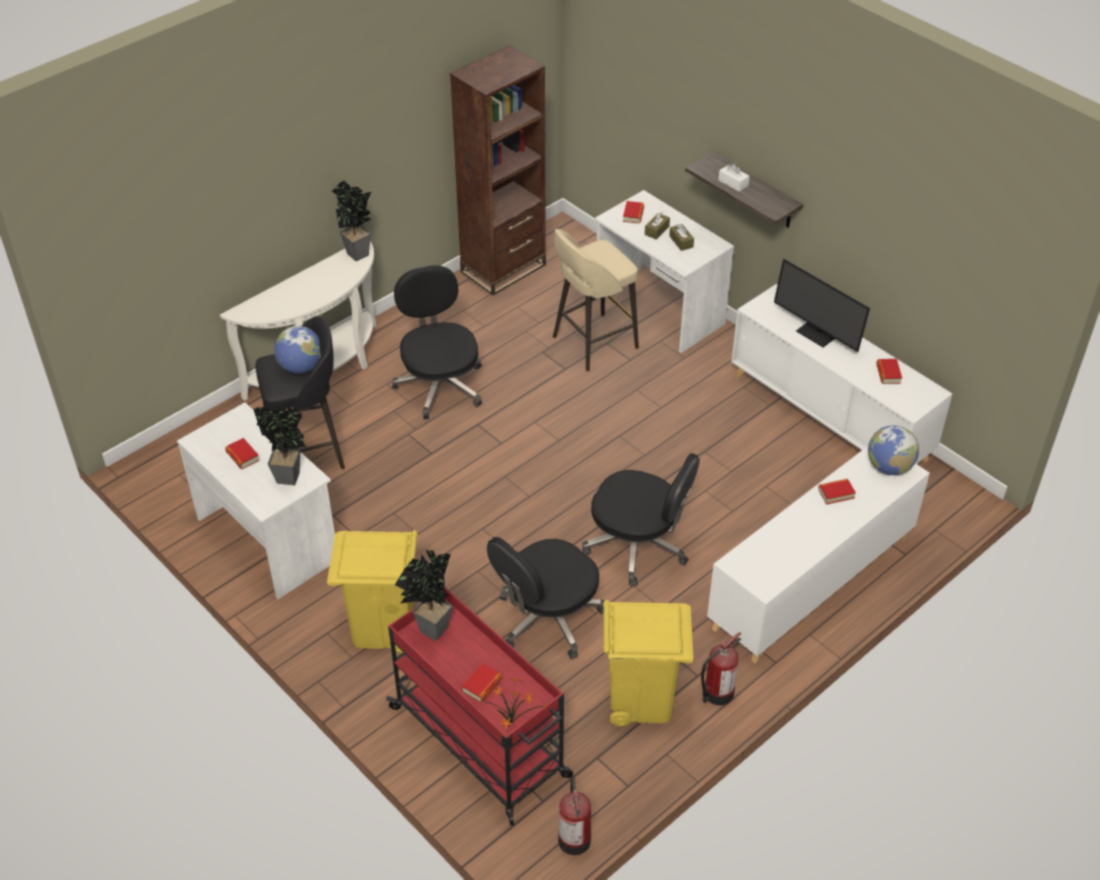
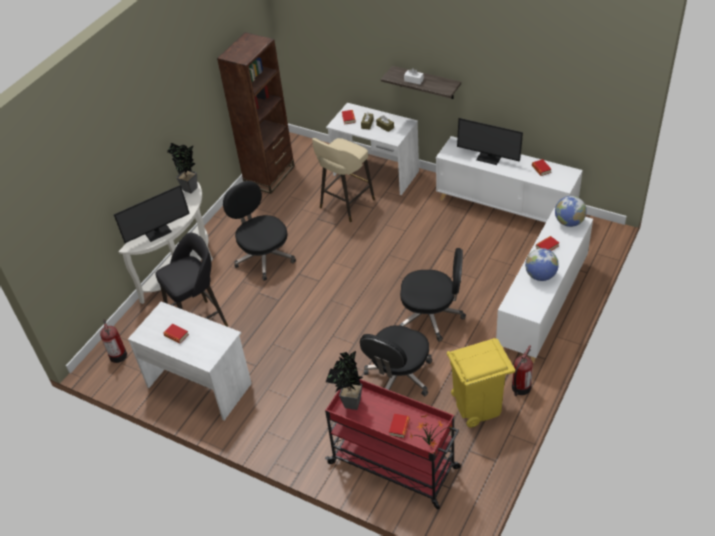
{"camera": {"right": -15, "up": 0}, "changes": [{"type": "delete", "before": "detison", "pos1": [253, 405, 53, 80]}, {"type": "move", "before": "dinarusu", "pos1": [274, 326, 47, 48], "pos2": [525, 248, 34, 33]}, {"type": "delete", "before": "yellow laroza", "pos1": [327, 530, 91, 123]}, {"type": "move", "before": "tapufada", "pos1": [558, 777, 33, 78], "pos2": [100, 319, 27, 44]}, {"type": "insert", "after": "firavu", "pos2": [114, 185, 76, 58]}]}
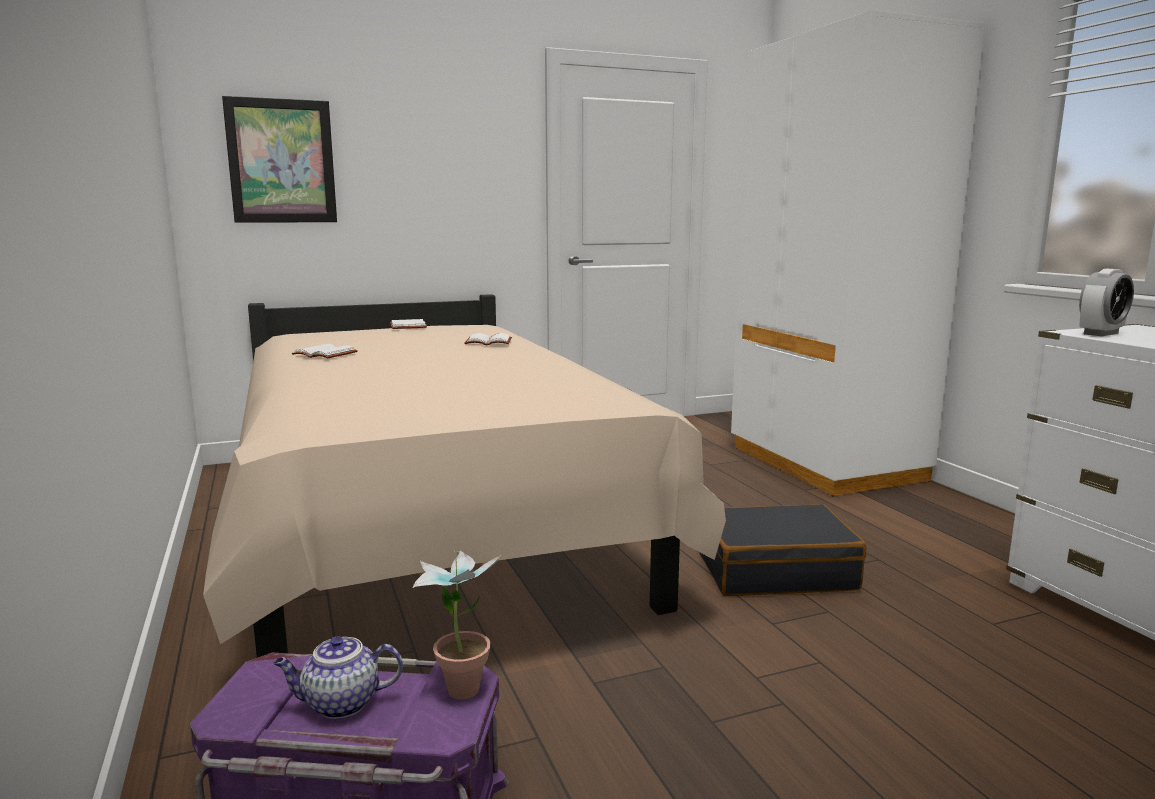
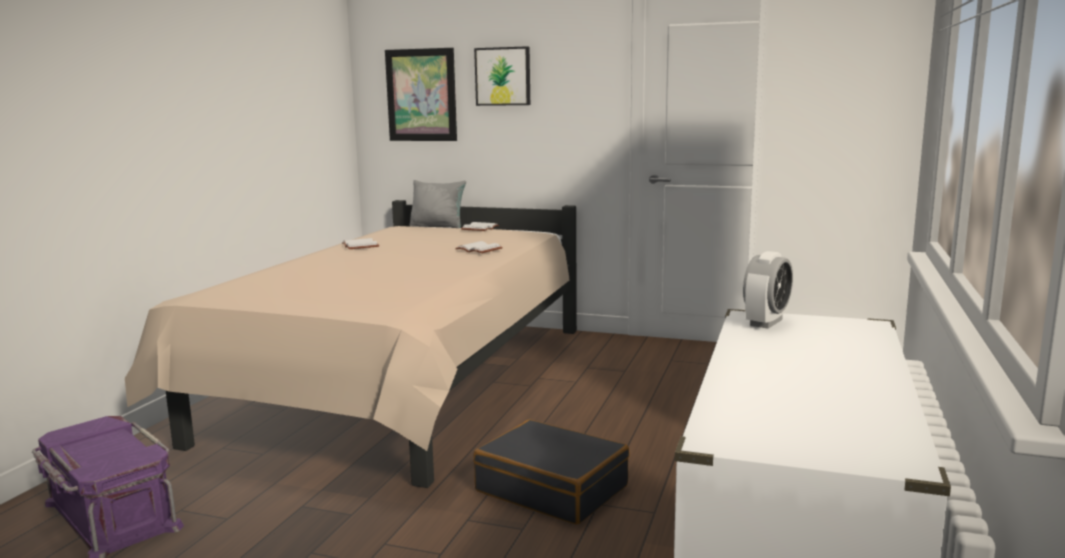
{"camera": {"right": 40, "up": 0}, "changes": [{"type": "delete", "before": "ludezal", "pos1": [273, 636, 130, 83]}, {"type": "delete", "before": "detison", "pos1": [413, 550, 87, 149]}, {"type": "rotate", "before": "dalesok", "pos1": [1079, 269, 55, 67], "pos2": [743, 251, 50, 78], "turn": -60}, {"type": "insert", "after": "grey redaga", "pos2": [410, 180, 56, 48]}, {"type": "insert", "after": "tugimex", "pos2": [474, 46, 56, 60]}]}
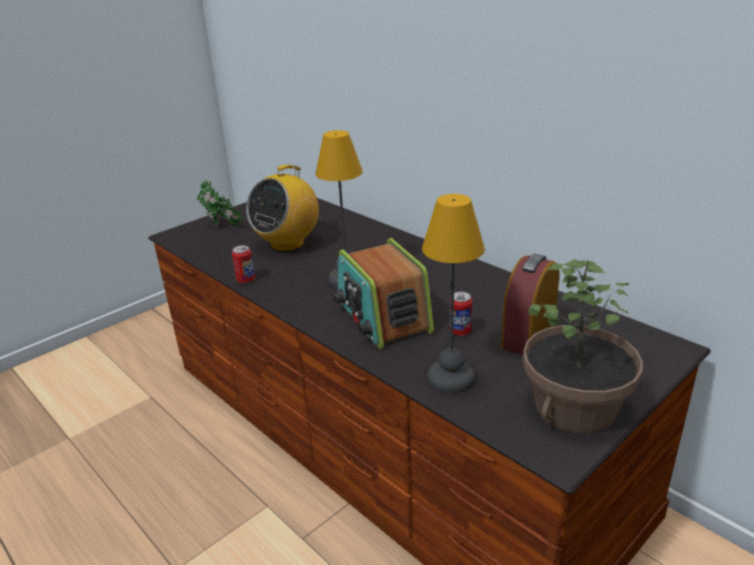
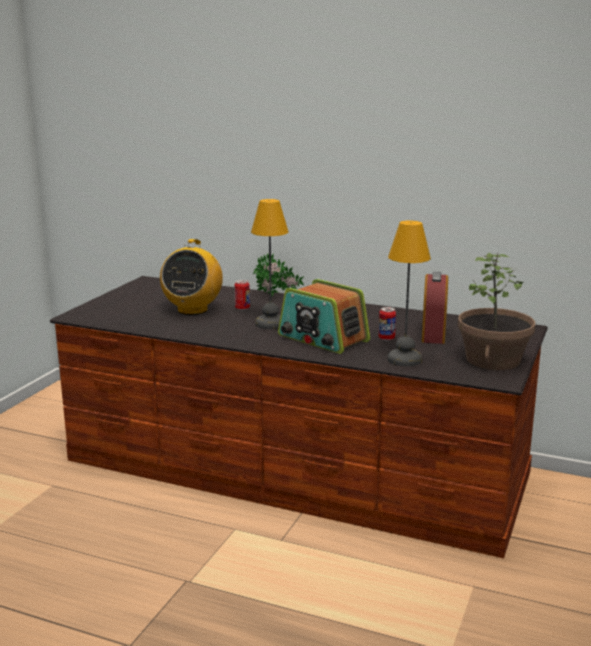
{"camera": {"right": -25, "up": -10}, "changes": [{"type": "move", "before": "detison", "pos1": [197, 179, 46, 48], "pos2": [253, 253, 51, 44]}, {"type": "move", "before": "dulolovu", "pos1": [232, 245, 23, 38], "pos2": [234, 280, 16, 30]}]}
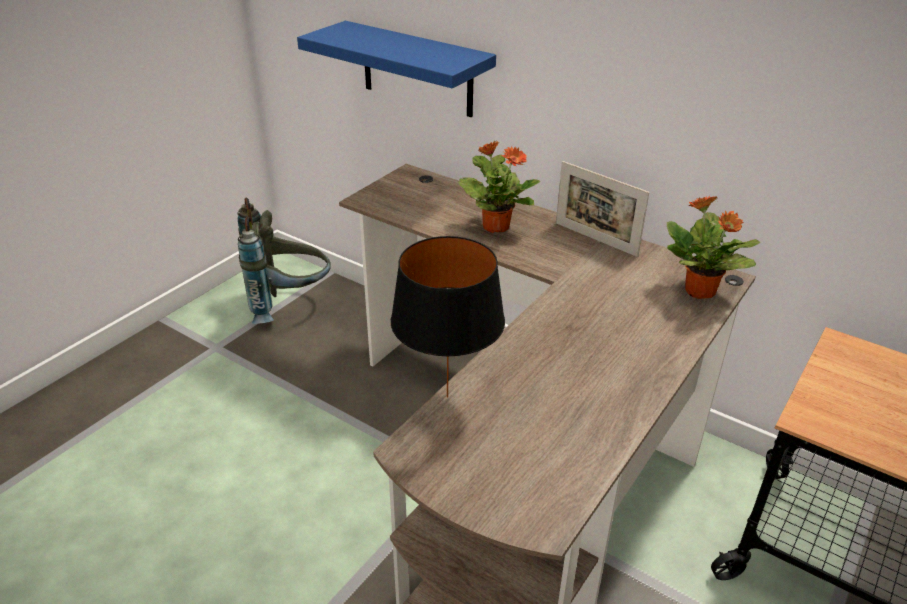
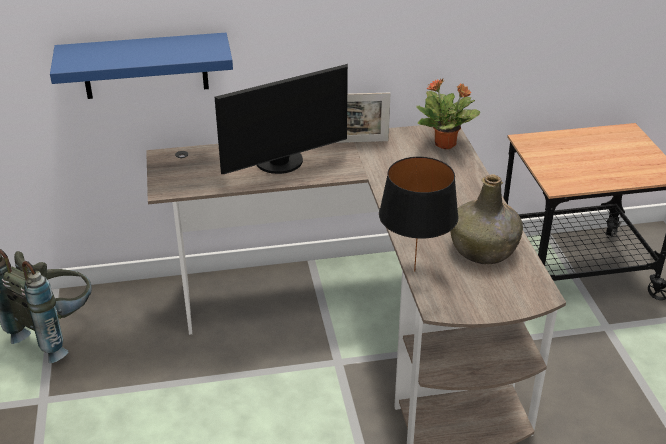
{"camera": {"right": -45, "up": 0}, "changes": [{"type": "replace", "before": "detison", "after": "firavu", "pos1": [458, 141, 82, 92], "pos2": [215, 64, 133, 110]}, {"type": "insert", "after": "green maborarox", "pos2": [450, 175, 73, 89]}]}
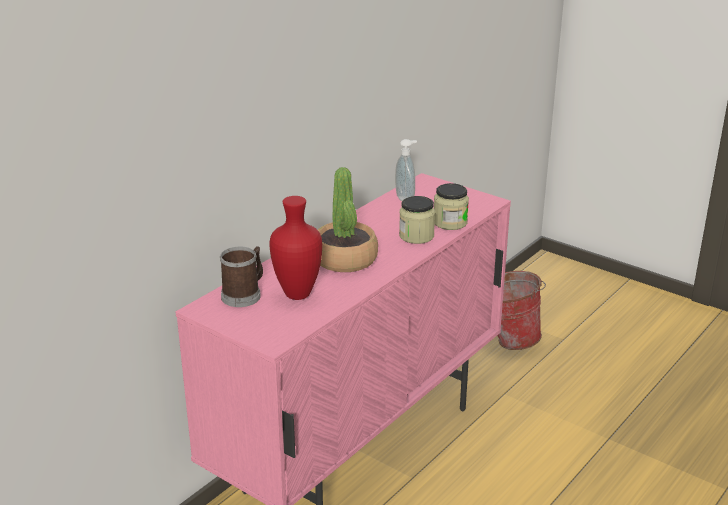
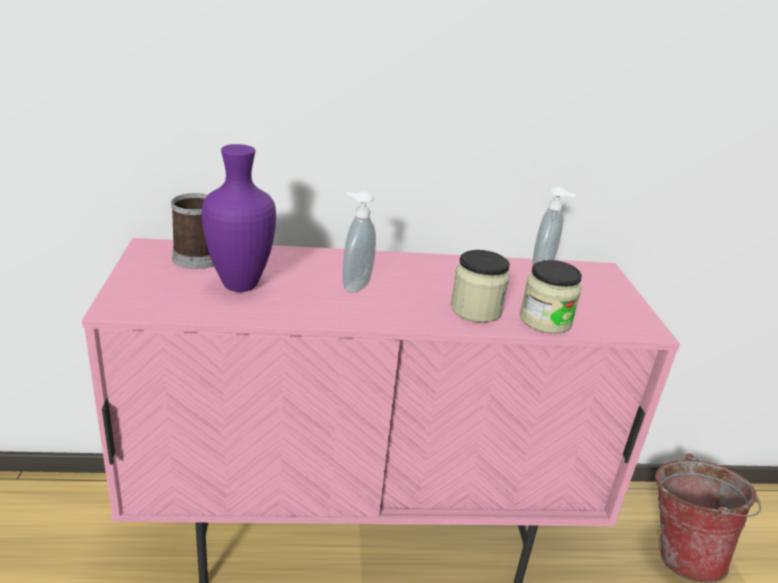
{"camera": {"right": 45, "up": 0}, "changes": [{"type": "recolor", "before": "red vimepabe", "after": "purple vimepabe", "pos1": [270, 196, 52, 104], "pos2": [202, 144, 74, 148]}, {"type": "replace", "before": "detison", "after": "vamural", "pos1": [318, 167, 60, 105], "pos2": [342, 191, 34, 102]}]}
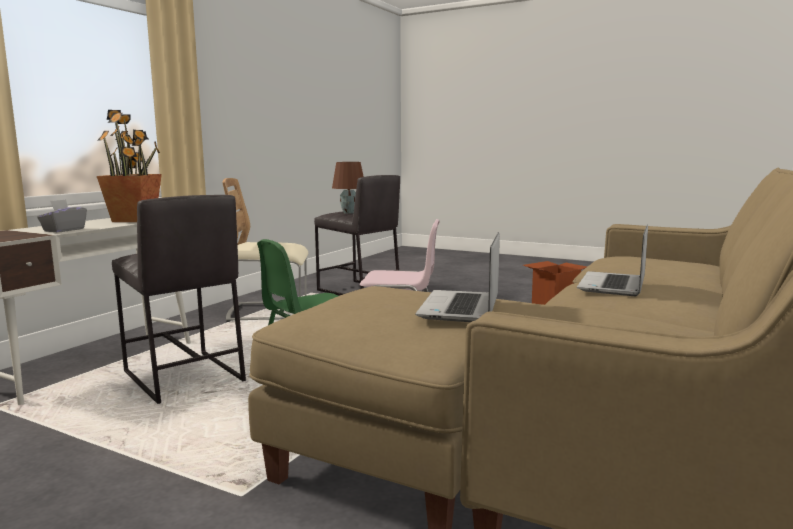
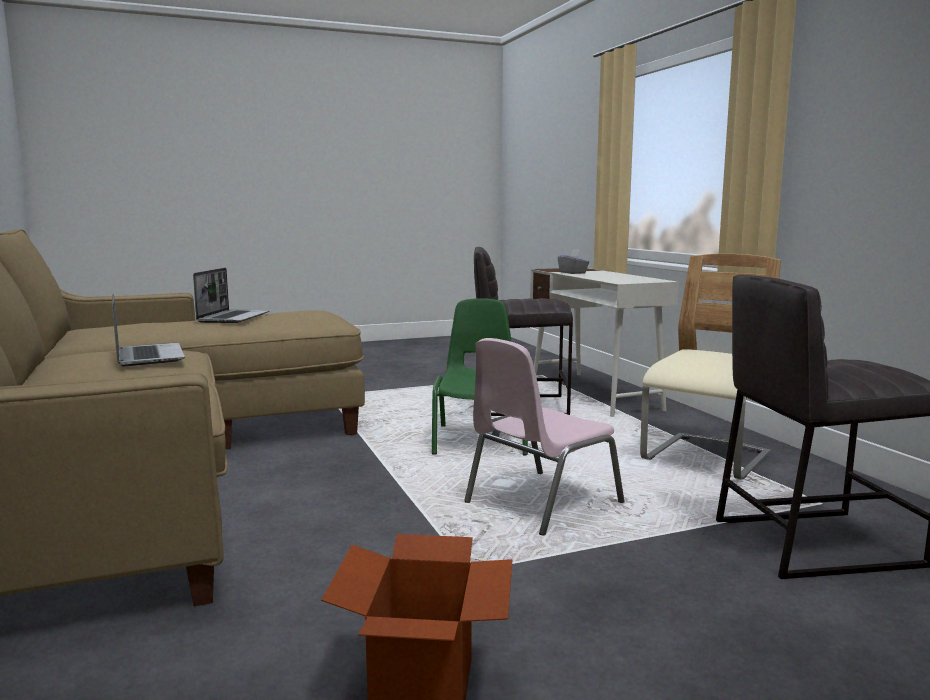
{"camera": {"right": 130, "up": 0}, "changes": [{"type": "delete", "before": "detison", "pos1": [97, 110, 65, 112]}, {"type": "delete", "before": "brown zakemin", "pos1": [332, 162, 32, 52]}, {"type": "rotate", "before": "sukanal", "pos1": [416, 232, 84, 90], "pos2": [193, 268, 76, 55], "turn": 45}]}
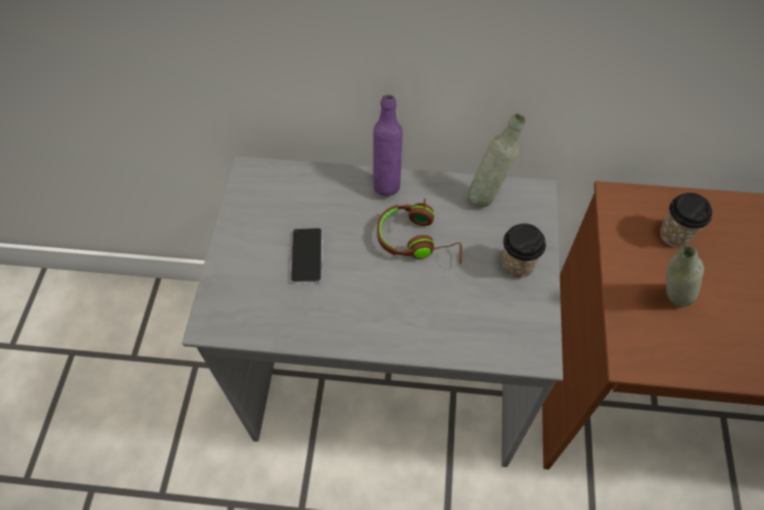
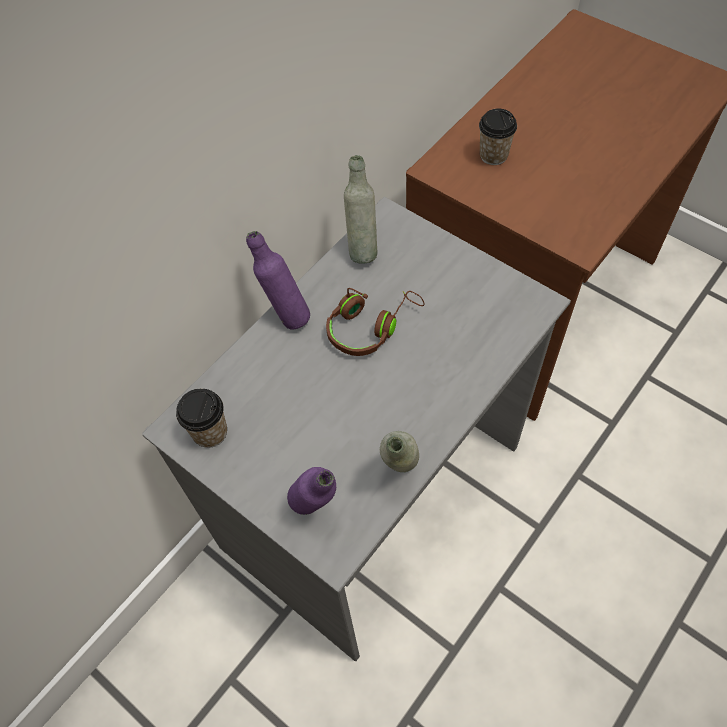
{"camera": {"right": -55, "up": 0}, "changes": [{"type": "delete", "before": "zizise", "pos1": [290, 228, 33, 56]}, {"type": "move", "before": "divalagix", "pos1": [502, 224, 44, 54], "pos2": [176, 389, 51, 59]}, {"type": "move", "before": "grey maborarox", "pos1": [666, 246, 38, 61], "pos2": [380, 431, 39, 41]}, {"type": "insert", "after": "purple maborarox", "pos2": [287, 467, 49, 48]}]}
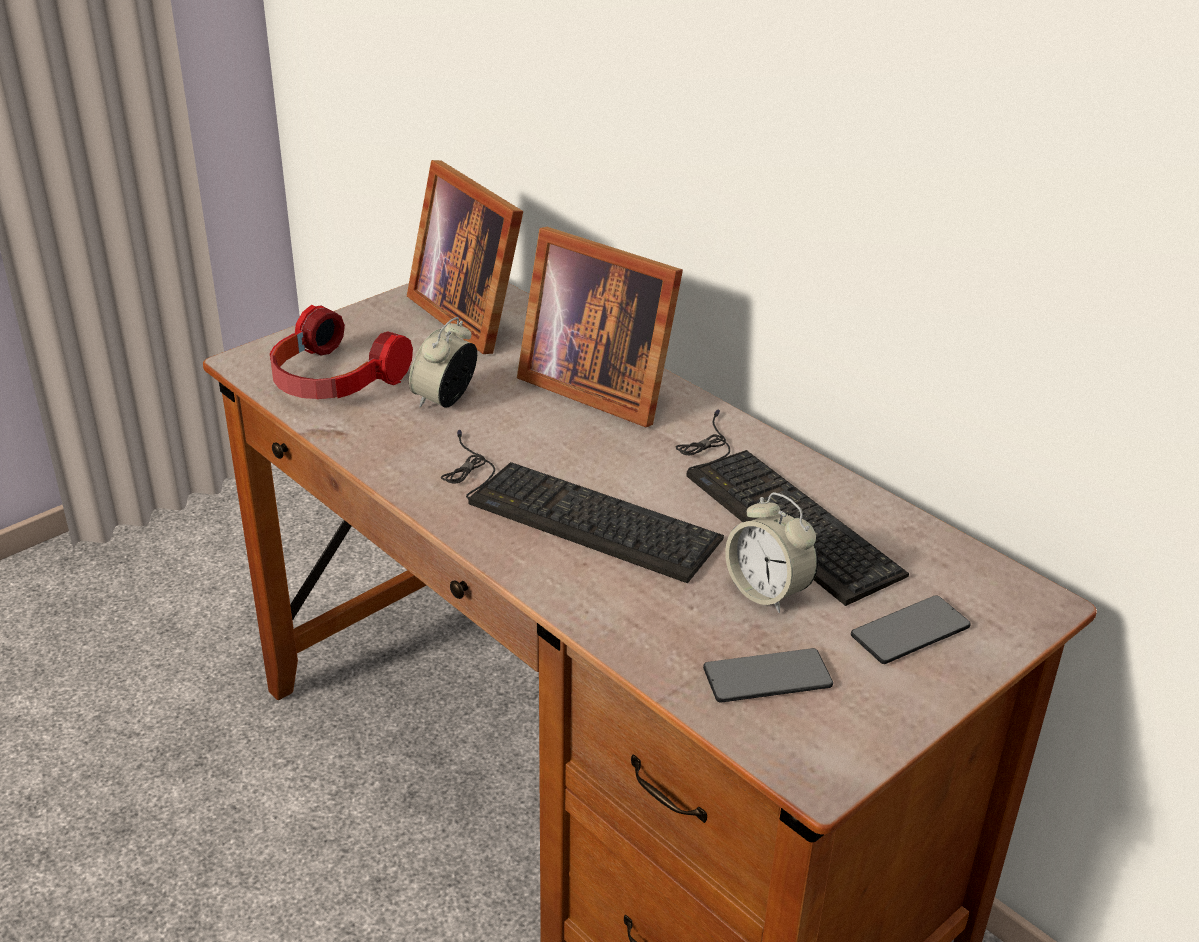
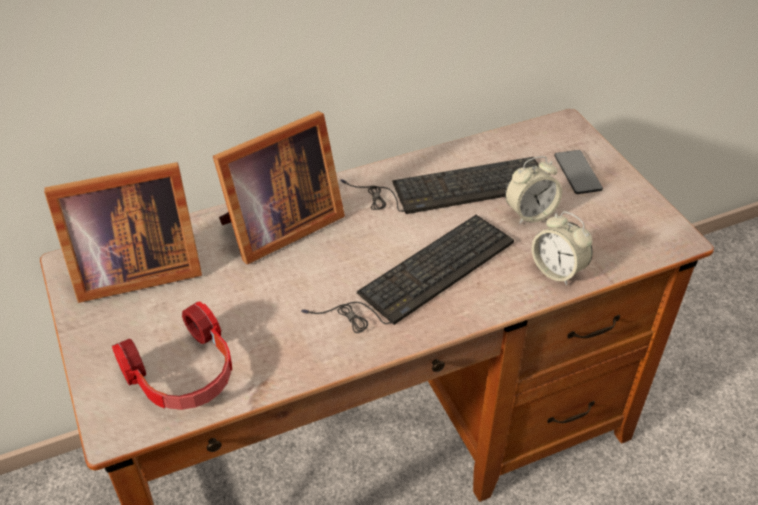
{"camera": {"right": -70, "up": 10}, "changes": [{"type": "move", "before": "dalesok", "pos1": [409, 317, 68, 91], "pos2": [532, 211, 61, 75]}, {"type": "delete", "before": "zizise", "pos1": [703, 648, 130, 55]}]}
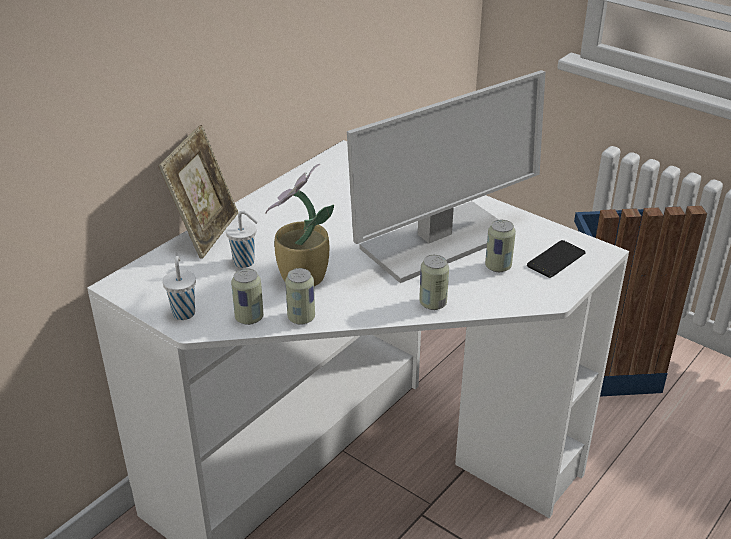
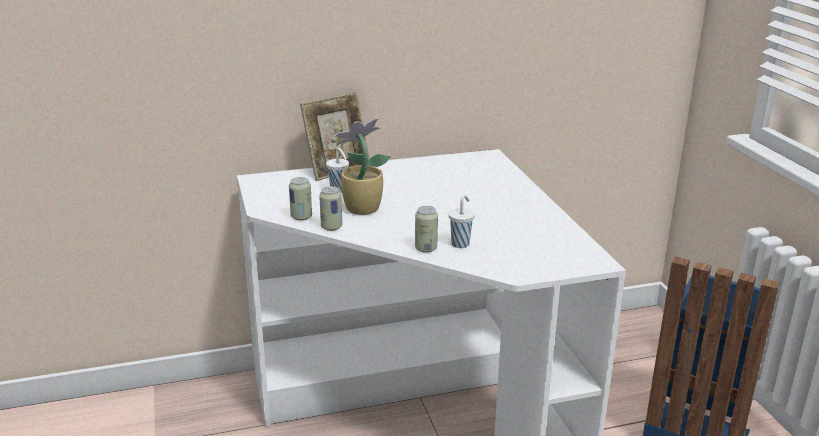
{"camera": {"right": 35, "up": -10}, "changes": [{"type": "move", "before": "white divalagix", "pos1": [162, 256, 34, 64], "pos2": [449, 194, 26, 54]}, {"type": "delete", "before": "firavu", "pos1": [347, 70, 198, 213]}, {"type": "delete", "before": "dulolovu", "pos1": [485, 220, 31, 52]}, {"type": "delete", "before": "zizise", "pos1": [527, 240, 59, 38]}]}
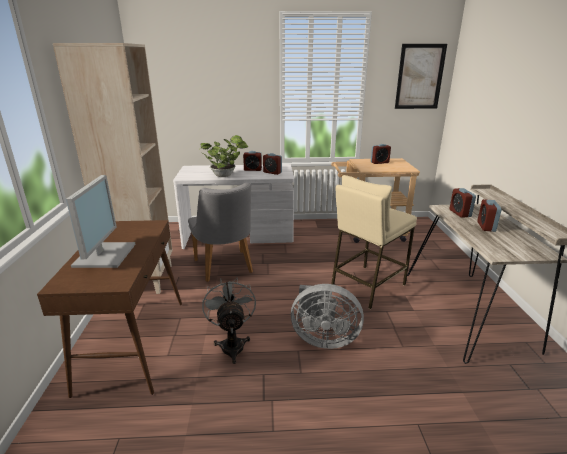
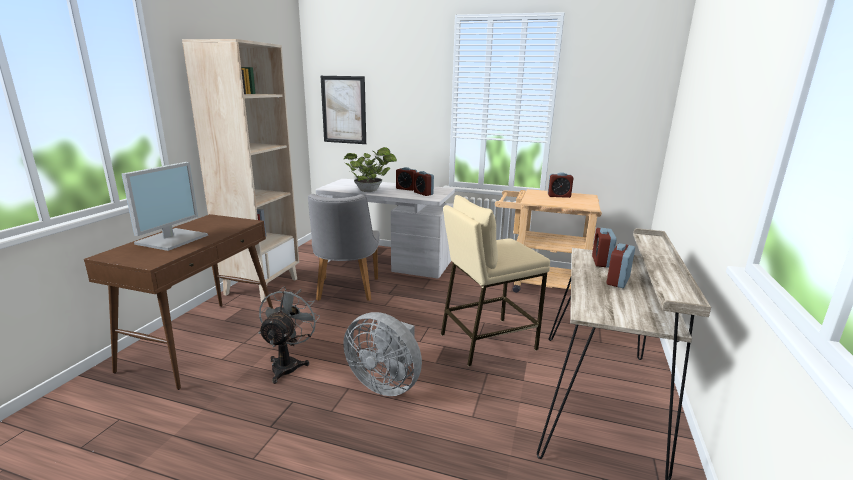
{"camera": {"right": 20, "up": -5}, "changes": [{"type": "move", "before": "tugimex", "pos1": [395, 44, 52, 65], "pos2": [321, 76, 45, 68]}]}
